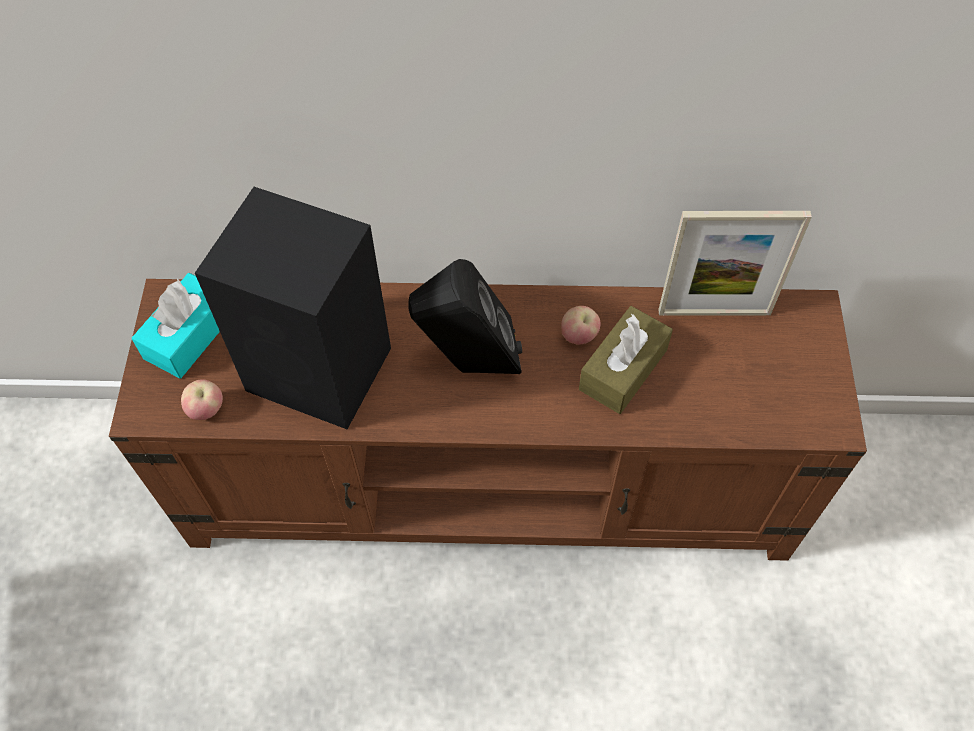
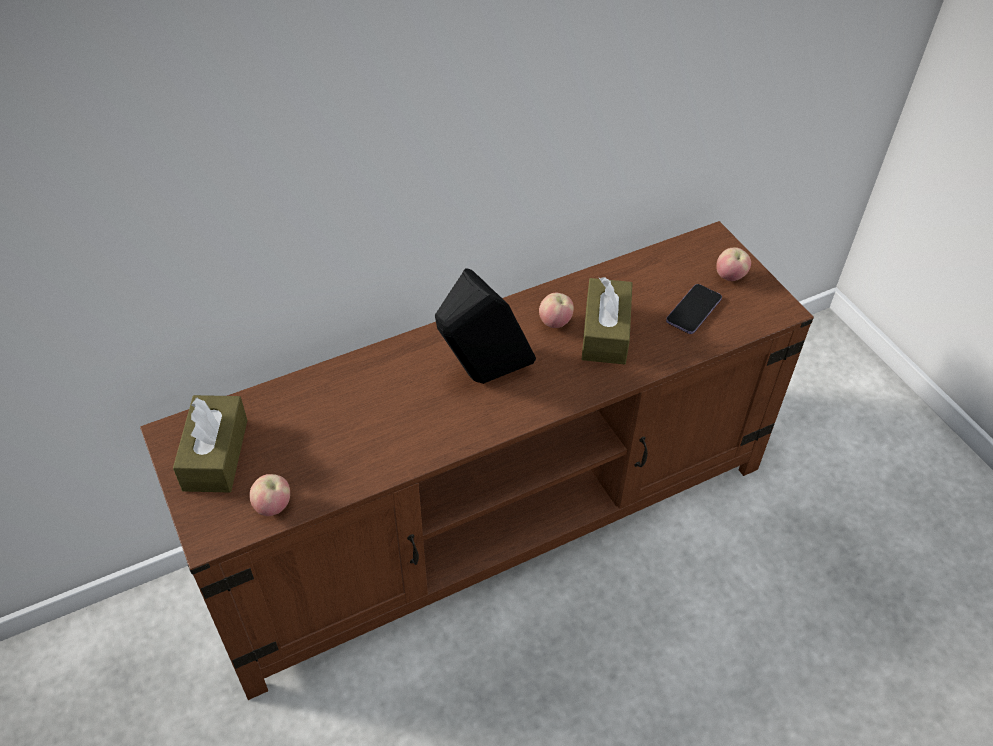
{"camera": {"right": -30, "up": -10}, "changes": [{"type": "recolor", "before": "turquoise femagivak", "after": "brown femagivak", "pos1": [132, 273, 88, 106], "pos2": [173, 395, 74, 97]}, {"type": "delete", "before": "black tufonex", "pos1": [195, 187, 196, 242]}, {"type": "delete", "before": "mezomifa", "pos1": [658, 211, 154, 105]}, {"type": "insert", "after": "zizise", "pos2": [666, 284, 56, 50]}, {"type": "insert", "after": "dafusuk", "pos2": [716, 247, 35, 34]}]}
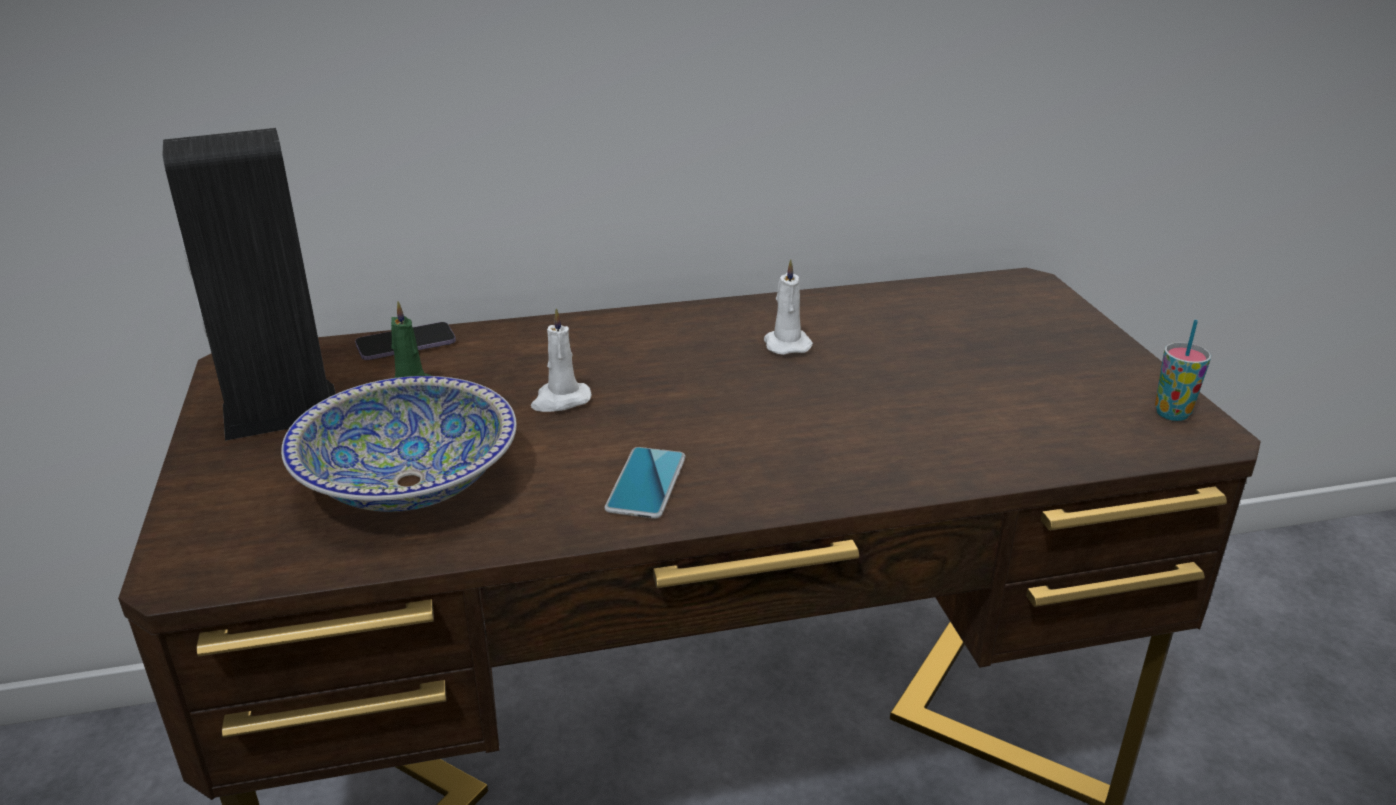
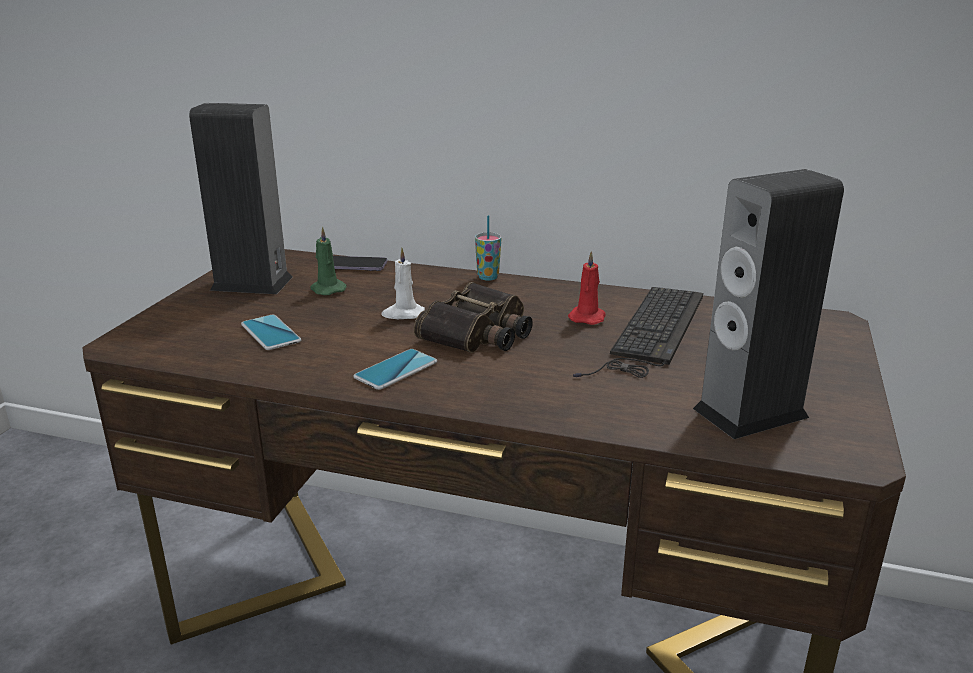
{"camera": {"right": 30, "up": -5}, "changes": [{"type": "replace", "before": "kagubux", "after": "zizise", "pos1": [281, 376, 236, 136], "pos2": [241, 314, 60, 36]}, {"type": "recolor", "before": "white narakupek", "after": "red narakupek", "pos1": [764, 260, 49, 95], "pos2": [568, 251, 38, 74]}, {"type": "move", "before": "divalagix", "pos1": [1155, 320, 56, 101], "pos2": [475, 215, 27, 66]}, {"type": "insert", "after": "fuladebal", "pos2": [414, 282, 119, 71]}, {"type": "insert", "after": "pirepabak", "pos2": [573, 287, 130, 91]}, {"type": "insert", "after": "tufonex", "pos2": [693, 169, 151, 270]}]}
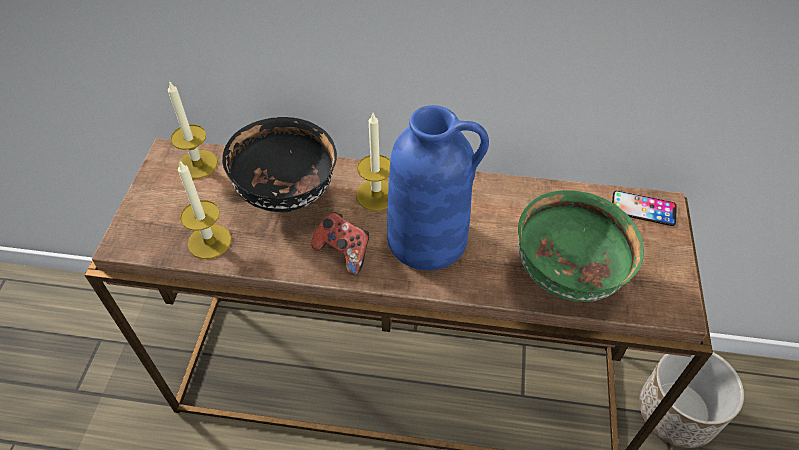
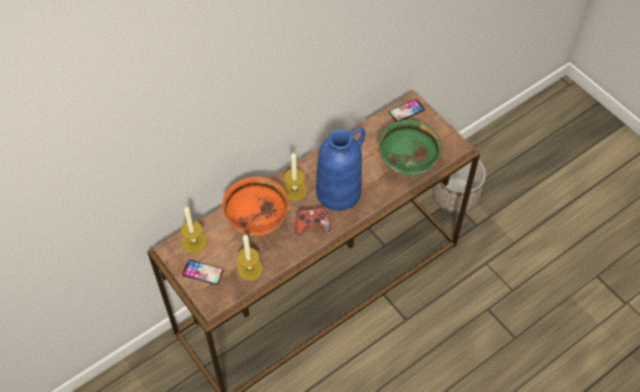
{"camera": {"right": -45, "up": 5}, "changes": [{"type": "recolor", "before": "black kagubux", "after": "orange kagubux", "pos1": [222, 117, 115, 95], "pos2": [222, 177, 67, 59]}, {"type": "insert", "after": "zizise", "pos2": [182, 260, 42, 25]}]}
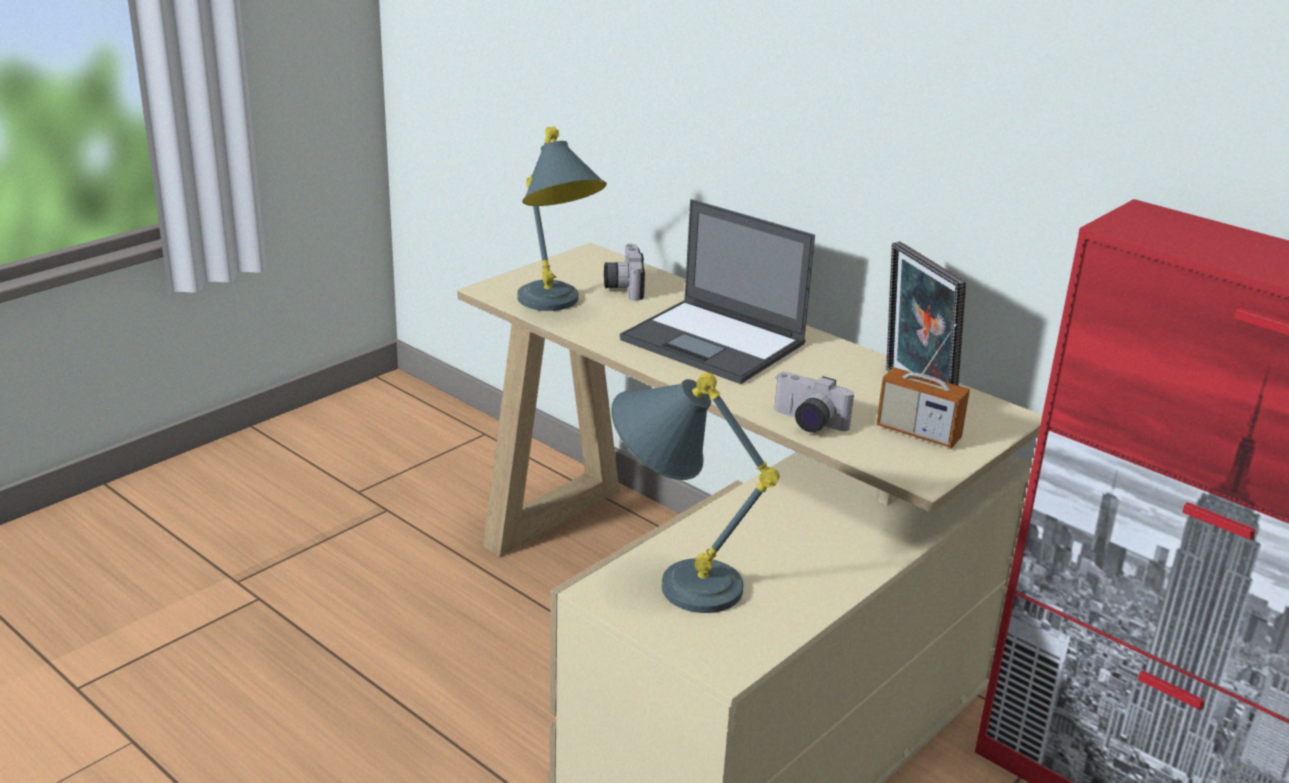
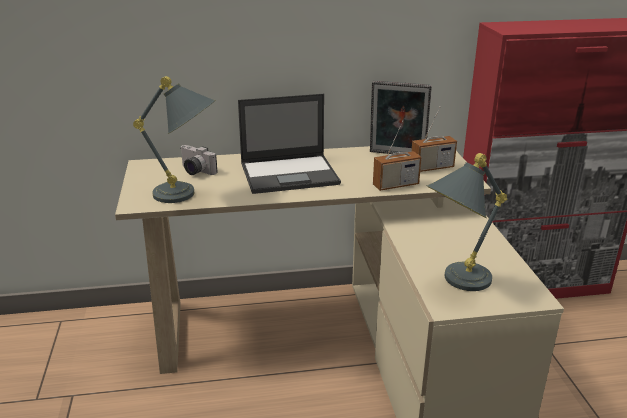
{"camera": {"right": -50, "up": 0}, "changes": [{"type": "replace", "before": "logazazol", "after": "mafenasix", "pos1": [774, 372, 80, 61], "pos2": [373, 120, 48, 71]}]}
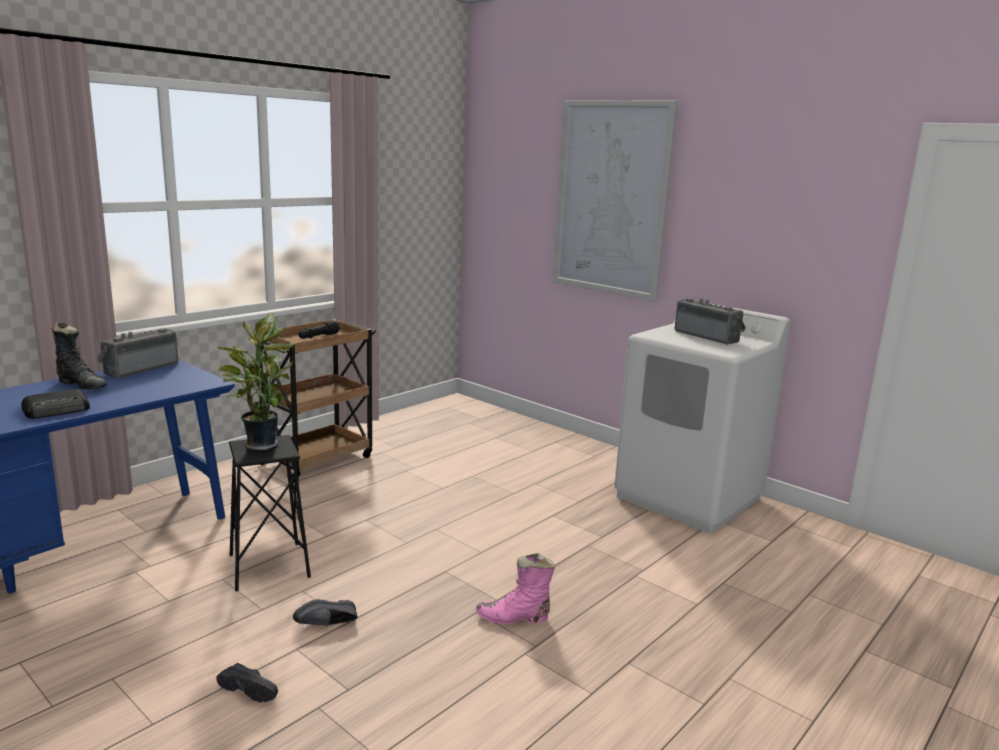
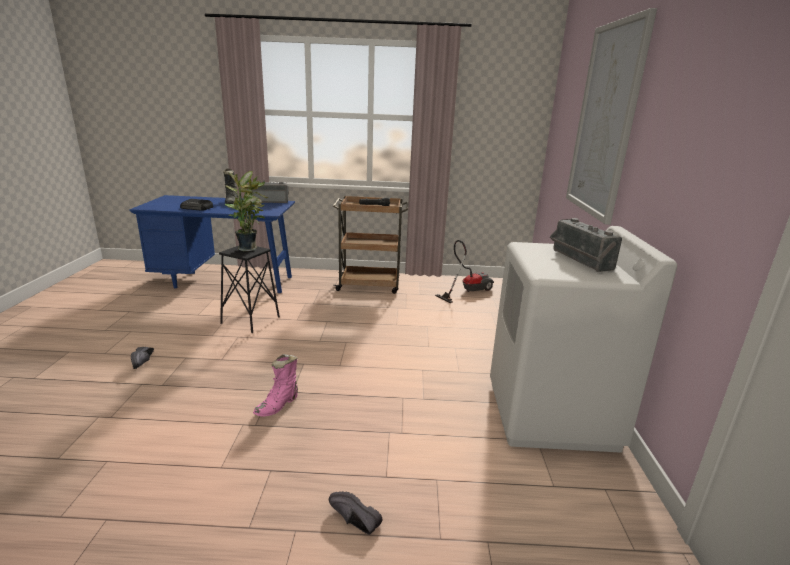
{"camera": {"right": 50, "up": 5}, "changes": [{"type": "move", "before": "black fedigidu", "pos1": [293, 599, 64, 27], "pos2": [329, 491, 53, 44]}, {"type": "rotate", "before": "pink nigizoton", "pos1": [476, 553, 79, 71], "pos2": [253, 354, 45, 62], "turn": -105}, {"type": "rotate", "before": "mafenasix", "pos1": [675, 298, 71, 47], "pos2": [550, 218, 72, 54], "turn": 150}, {"type": "insert", "after": "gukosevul", "pos2": [435, 240, 59, 63]}]}
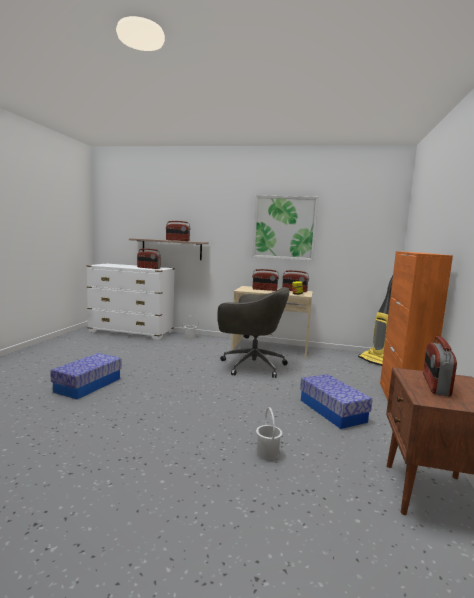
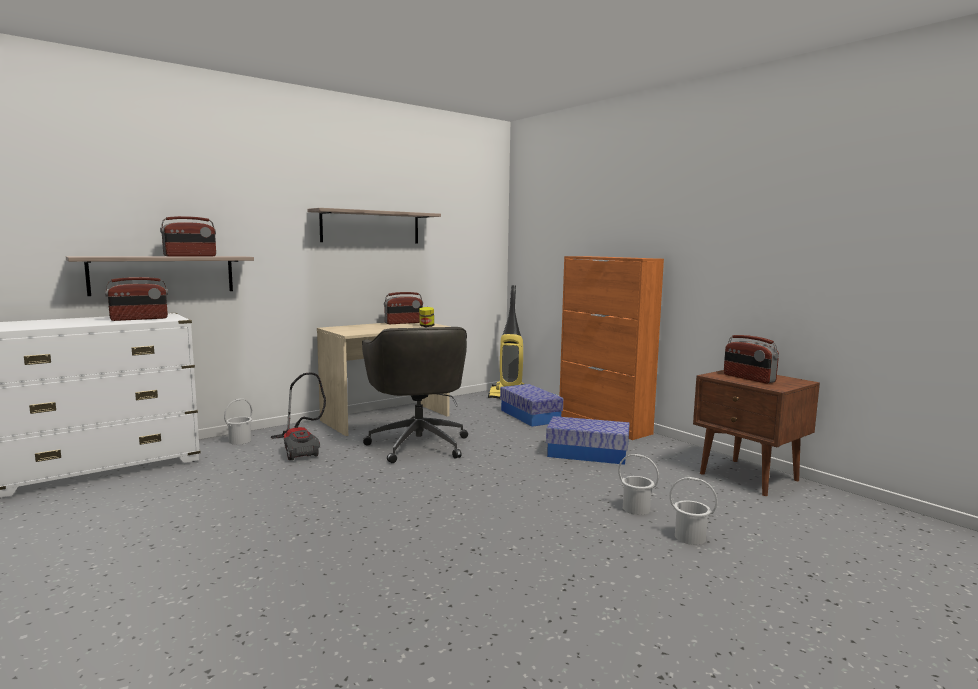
{"camera": {"right": -50, "up": 0}, "changes": [{"type": "move", "before": "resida", "pos1": [50, 353, 72, 46], "pos2": [500, 384, 63, 43]}, {"type": "rotate", "before": "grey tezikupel", "pos1": [218, 287, 72, 91], "pos2": [362, 327, 106, 136], "turn": 105}, {"type": "replace", "before": "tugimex", "after": "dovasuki", "pos1": [252, 195, 67, 66], "pos2": [307, 208, 134, 35]}, {"type": "delete", "before": "mafenasix", "pos1": [252, 269, 27, 22]}, {"type": "insert", "after": "gukosevul", "pos2": [271, 372, 55, 88]}, {"type": "insert", "after": "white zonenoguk", "pos2": [669, 477, 48, 68]}]}
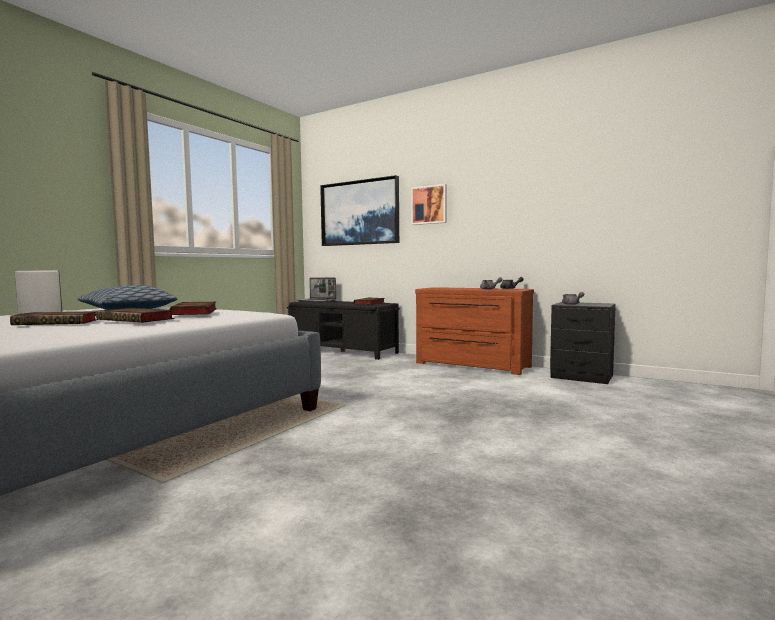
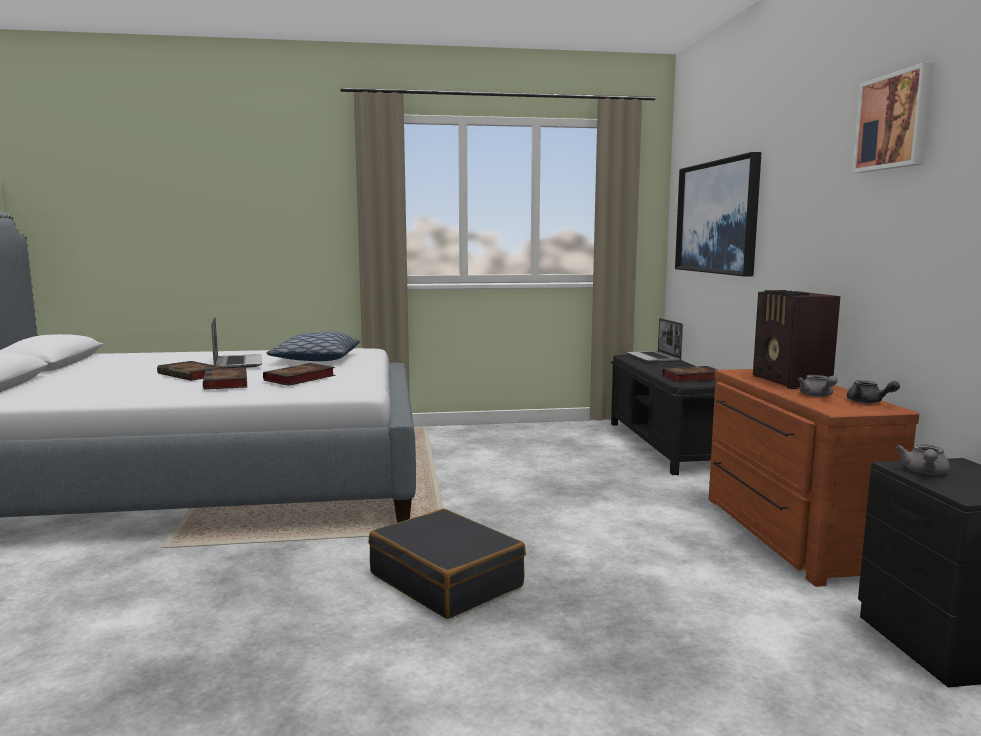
{"camera": {"right": 50, "up": 5}, "changes": [{"type": "move", "before": "tugimex", "pos1": [411, 184, 36, 41], "pos2": [852, 62, 83, 111]}, {"type": "insert", "after": "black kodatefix", "pos2": [369, 509, 157, 110]}, {"type": "insert", "after": "mafenasix", "pos2": [753, 290, 87, 99]}]}
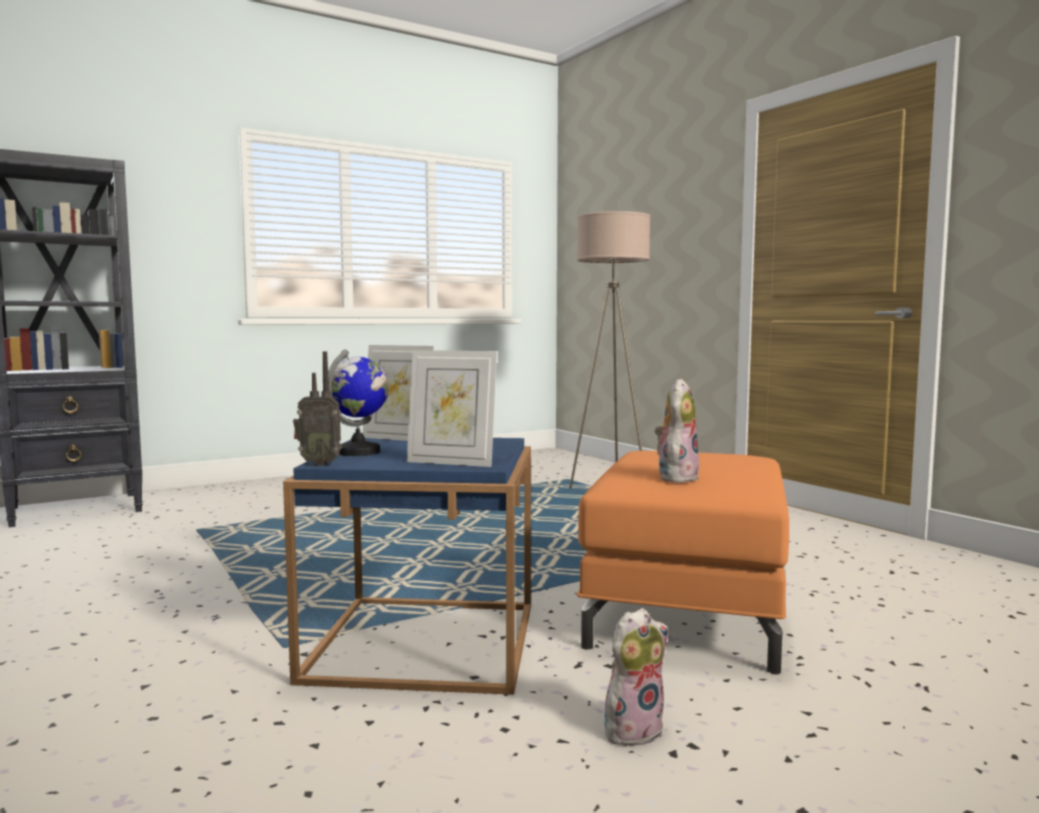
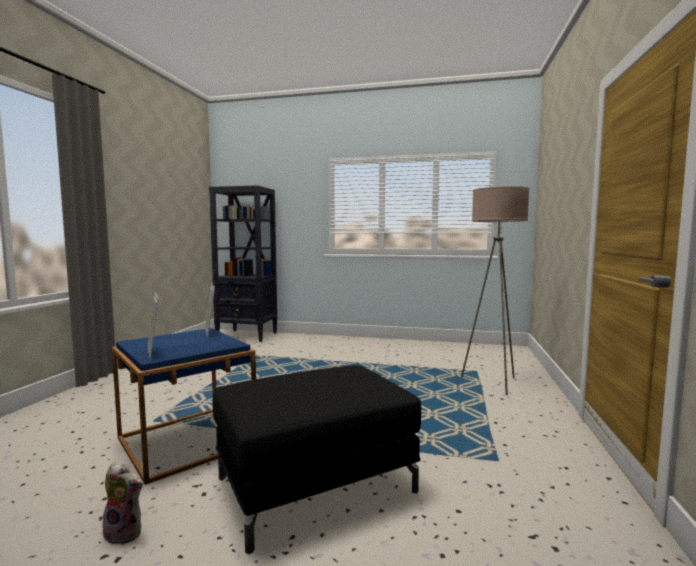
{"camera": {"right": 45, "up": 0}, "changes": [{"type": "delete", "before": "mafenasix", "pos1": [293, 351, 49, 115]}, {"type": "delete", "before": "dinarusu", "pos1": [328, 349, 61, 107]}, {"type": "recolor", "before": "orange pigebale", "after": "black pigebale", "pos1": [577, 451, 212, 223], "pos2": [213, 365, 208, 189]}, {"type": "delete", "before": "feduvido", "pos1": [654, 379, 45, 104]}]}
